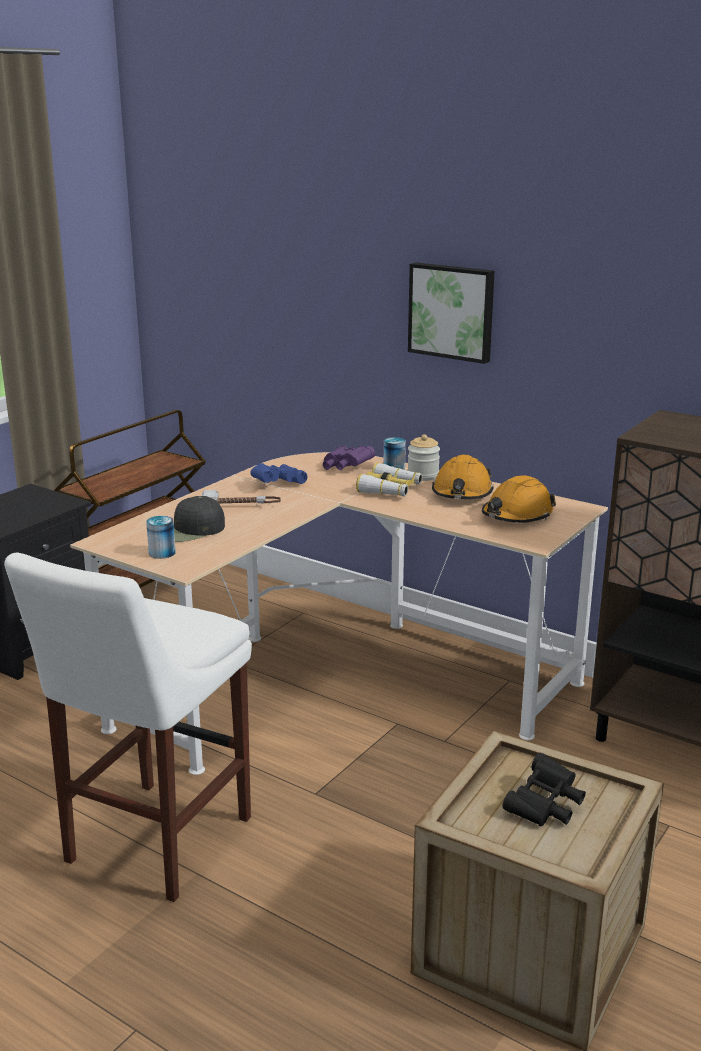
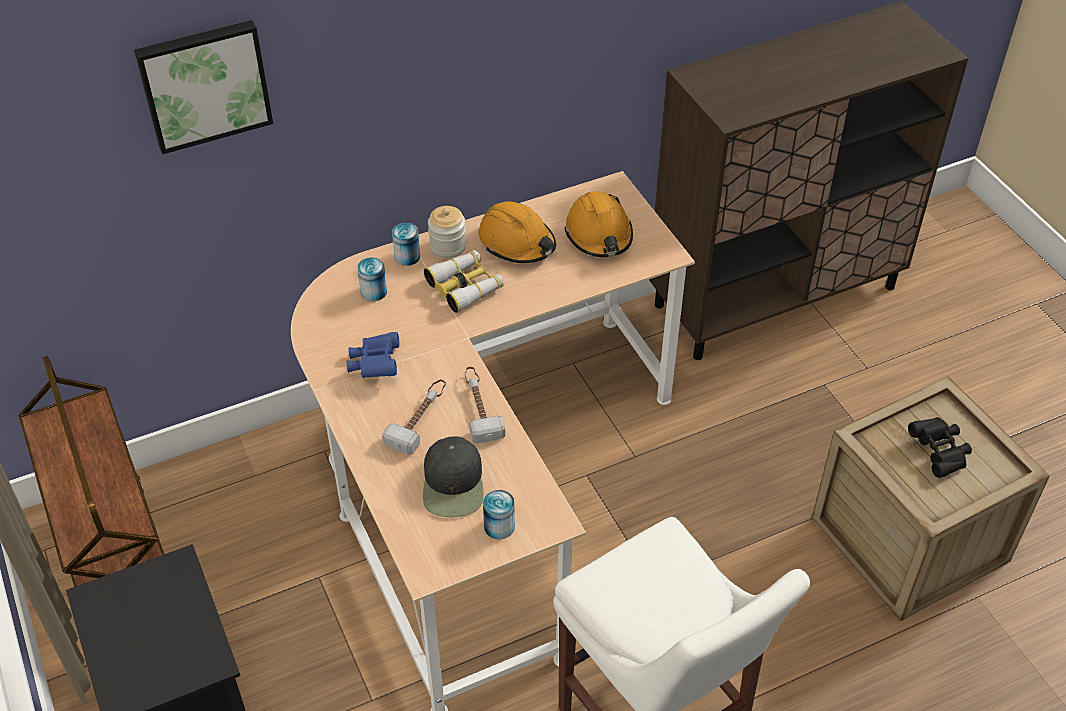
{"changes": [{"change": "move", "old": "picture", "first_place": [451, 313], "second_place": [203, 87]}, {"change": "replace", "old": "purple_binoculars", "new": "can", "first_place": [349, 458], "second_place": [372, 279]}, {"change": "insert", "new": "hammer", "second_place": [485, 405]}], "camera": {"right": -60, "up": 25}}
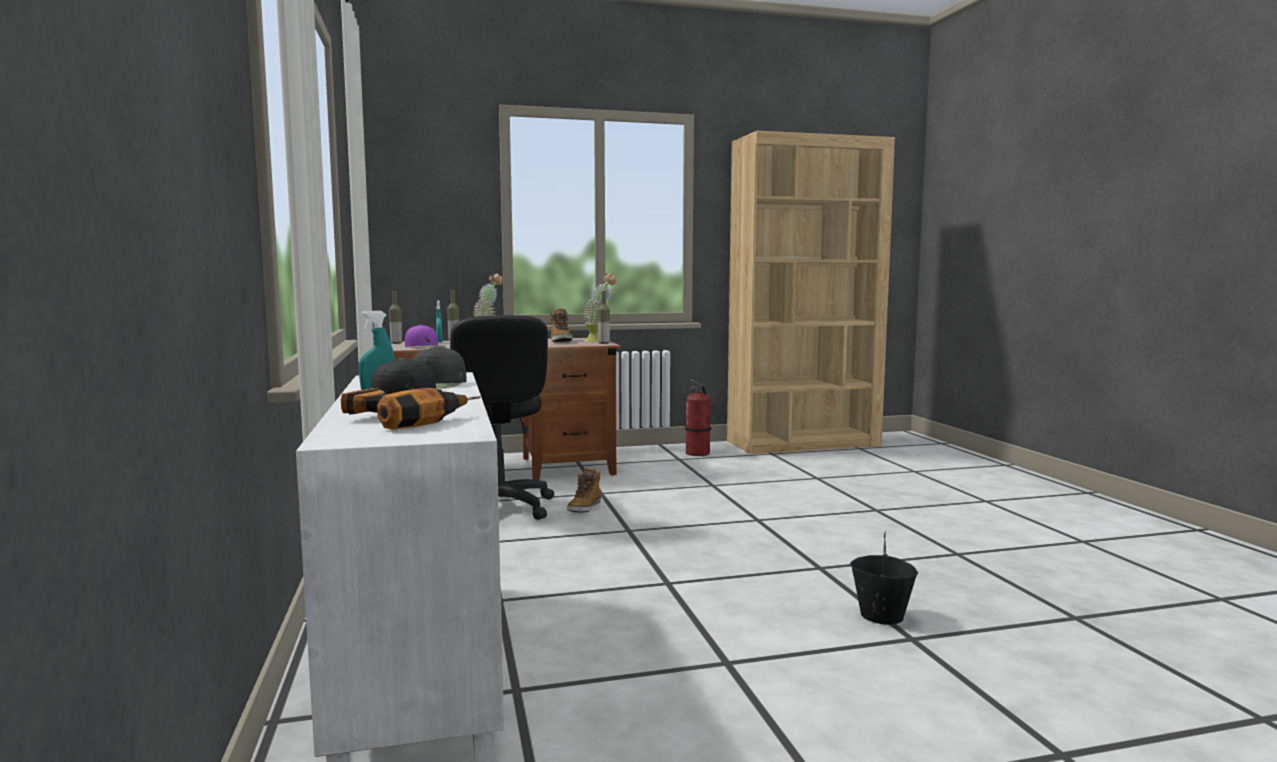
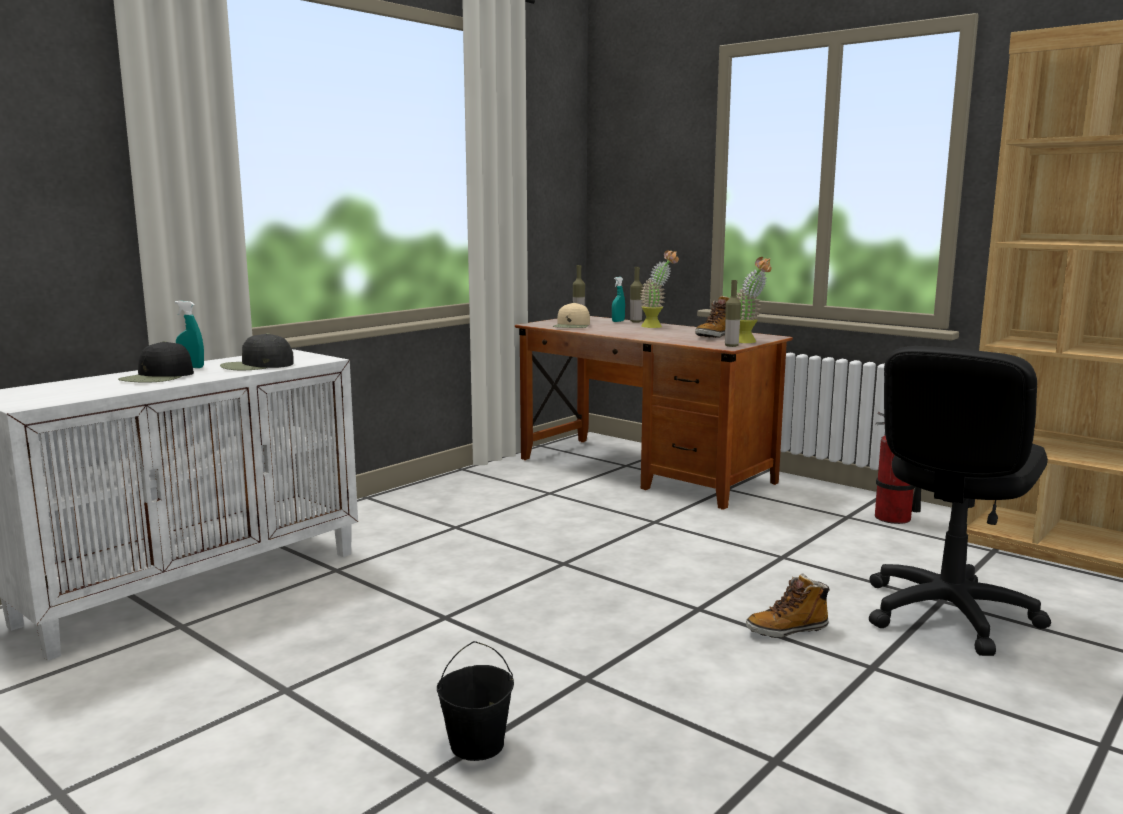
{"changes": [{"change": "move", "old": "black_office_chair", "first_place": [502, 417], "second_place": [960, 501]}, {"change": "recolor", "old": "purple_cap", "new": "beige_cap", "first_place": [425, 336], "second_place": [571, 315]}, {"change": "delete", "old": "power_drill", "first_place": [411, 408]}, {"change": "move", "old": "boot", "first_place": [584, 490], "second_place": [788, 605]}], "camera": {"right": 55, "up": 5}}
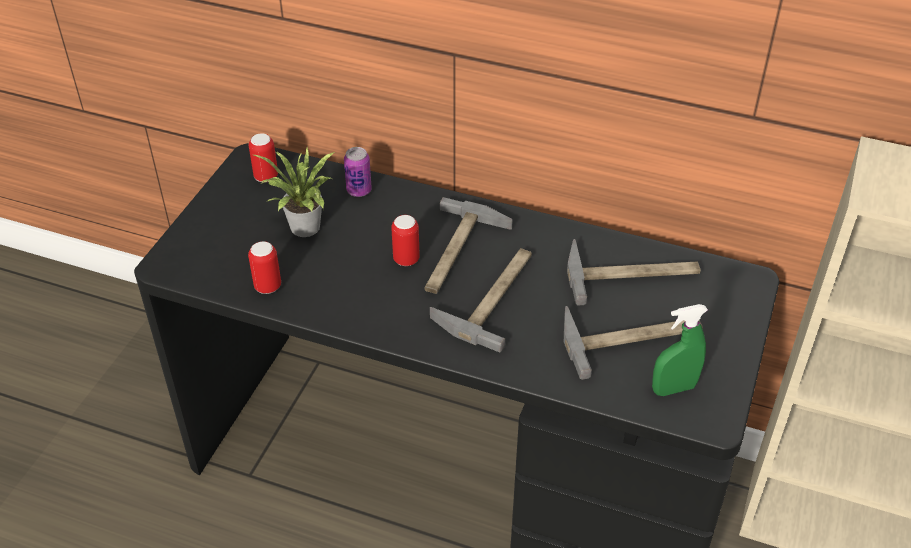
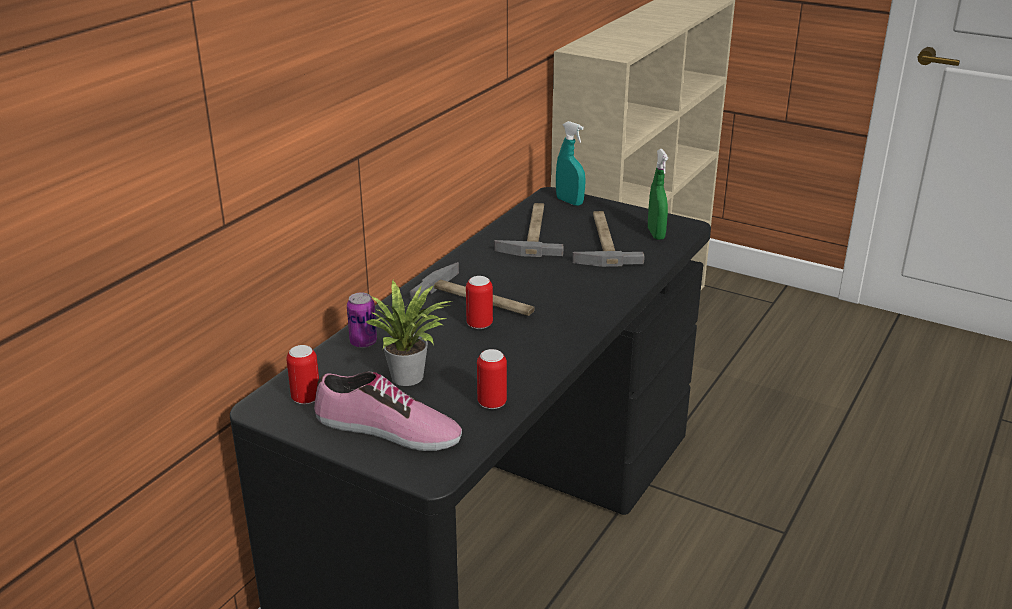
{"changes": [{"change": "delete", "old": "hammer", "first_place": [481, 300]}, {"change": "insert", "new": "turquoise_spray_bottle", "second_place": [570, 163]}, {"change": "insert", "new": "shoe", "second_place": [388, 411]}], "camera": {"right": -80, "up": -15}}
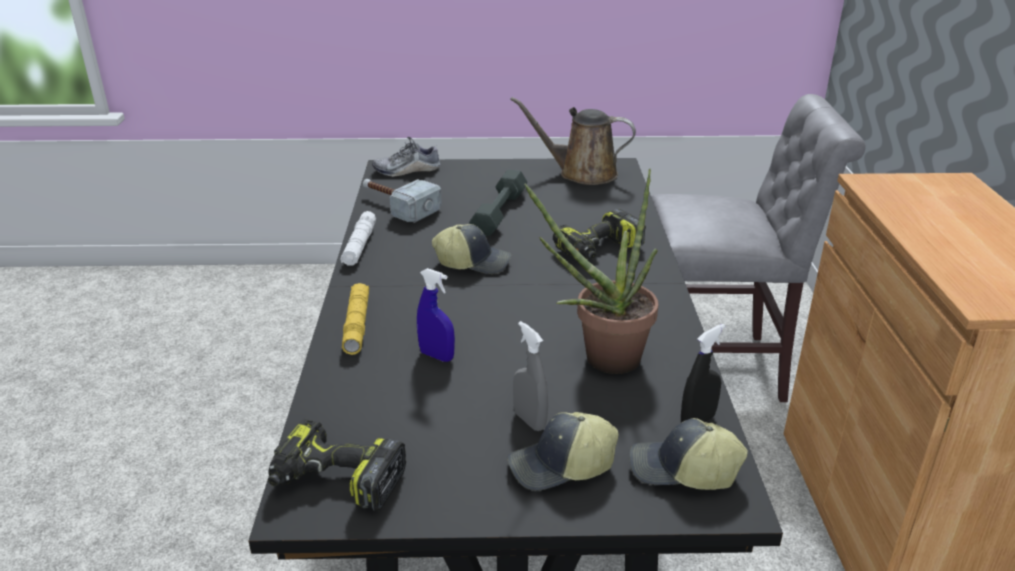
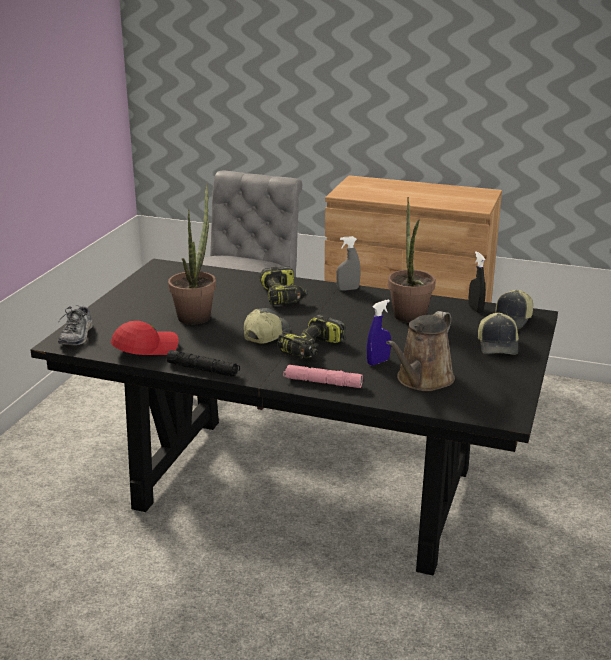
{"changes": [{"change": "move", "old": "brown_watering_can", "first_place": [573, 141], "second_place": [420, 351]}, {"change": "replace", "old": "grey_dumbbell", "new": "potted_plant", "first_place": [498, 203], "second_place": [192, 254]}, {"change": "replace", "old": "hammer", "new": "red_cap", "first_place": [402, 201], "second_place": [145, 338]}, {"change": "recolor", "old": "white_flashlight", "new": "black_flashlight", "first_place": [358, 238], "second_place": [203, 363]}, {"change": "recolor", "old": "yellow_flashlight", "new": "pink_flashlight", "first_place": [355, 319], "second_place": [323, 376]}, {"change": "move", "old": "grey_spray_bottle", "first_place": [530, 376], "second_place": [348, 263]}, {"change": "move", "old": "power_drill", "first_place": [337, 464], "second_place": [311, 336]}], "camera": {"right": -70, "up": -5}}
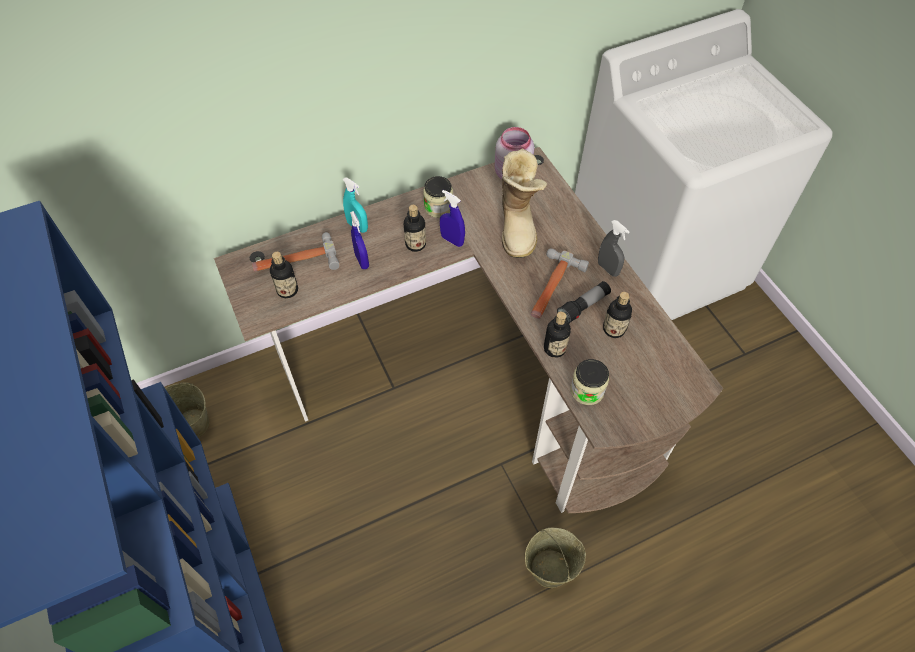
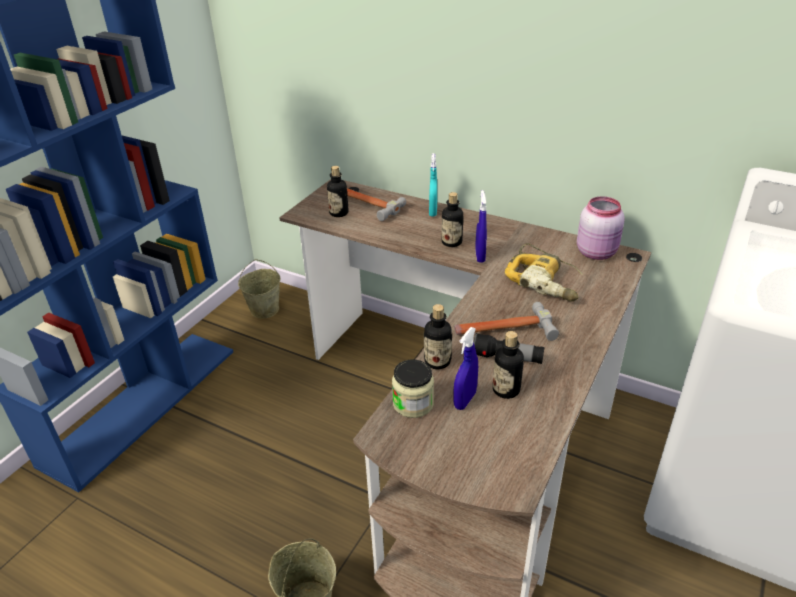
{"changes": [{"change": "replace", "old": "boot", "new": "power_drill", "first_place": [524, 203], "second_place": [544, 272]}, {"change": "delete", "old": "jar", "first_place": [438, 197]}, {"change": "move", "old": "blue_spray_bottle", "first_place": [359, 240], "second_place": [465, 368]}, {"change": "delete", "old": "grey_spray_bottle", "first_place": [613, 248]}], "camera": {"right": 55, "up": -20}}
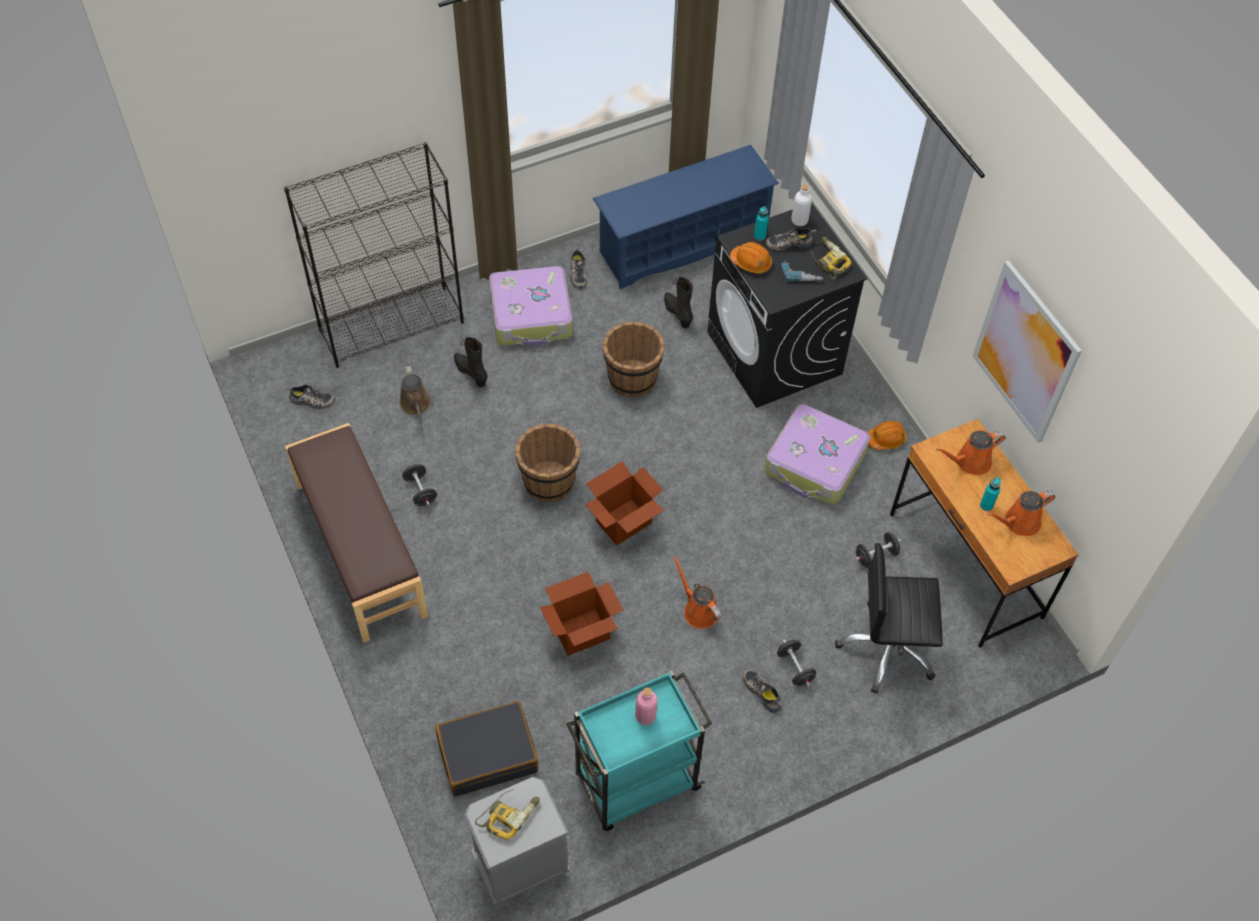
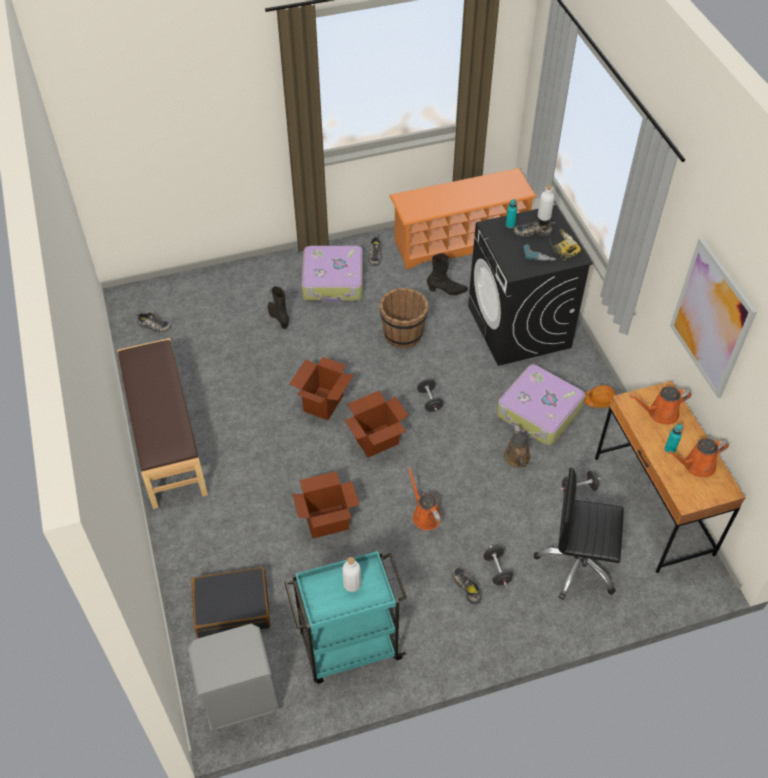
{"changes": [{"change": "delete", "old": "black_bookcase", "first_place": [374, 255]}, {"change": "recolor", "old": "blue_shoe_rack", "new": "orange_shoe_rack", "first_place": [686, 217], "second_place": [462, 218]}, {"change": "delete", "old": "orange_hard_hat", "first_place": [751, 258]}, {"change": "rotate", "old": "black_boot", "first_place": [678, 303], "second_place": [447, 274], "degrees": 105}, {"change": "move", "old": "brown_watering_can", "first_place": [415, 390], "second_place": [517, 447]}, {"change": "replace", "old": "brown_bucket", "new": "cardboard_box", "first_place": [548, 462], "second_place": [321, 388]}, {"change": "move", "old": "black_dumbbell", "first_place": [419, 485], "second_place": [430, 395]}, {"change": "recolor", "old": "pink_bottle", "new": "white_bottle", "first_place": [646, 706], "second_place": [351, 574]}, {"change": "delete", "old": "power_drill", "first_place": [507, 814]}], "camera": {"right": 10, "up": -5}}
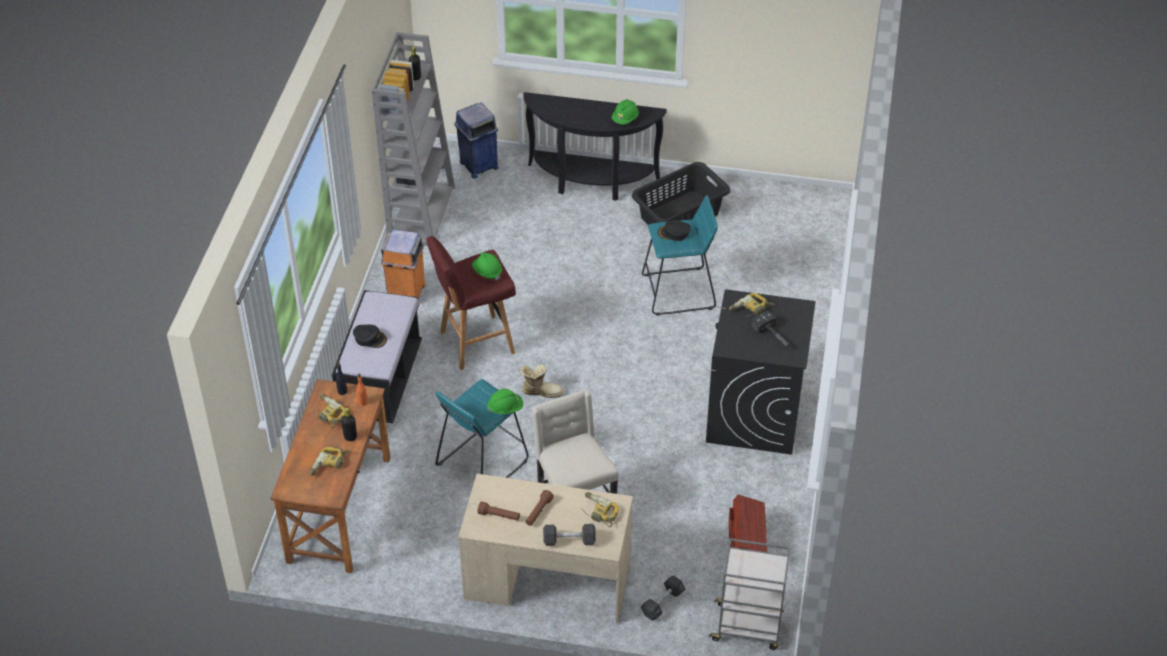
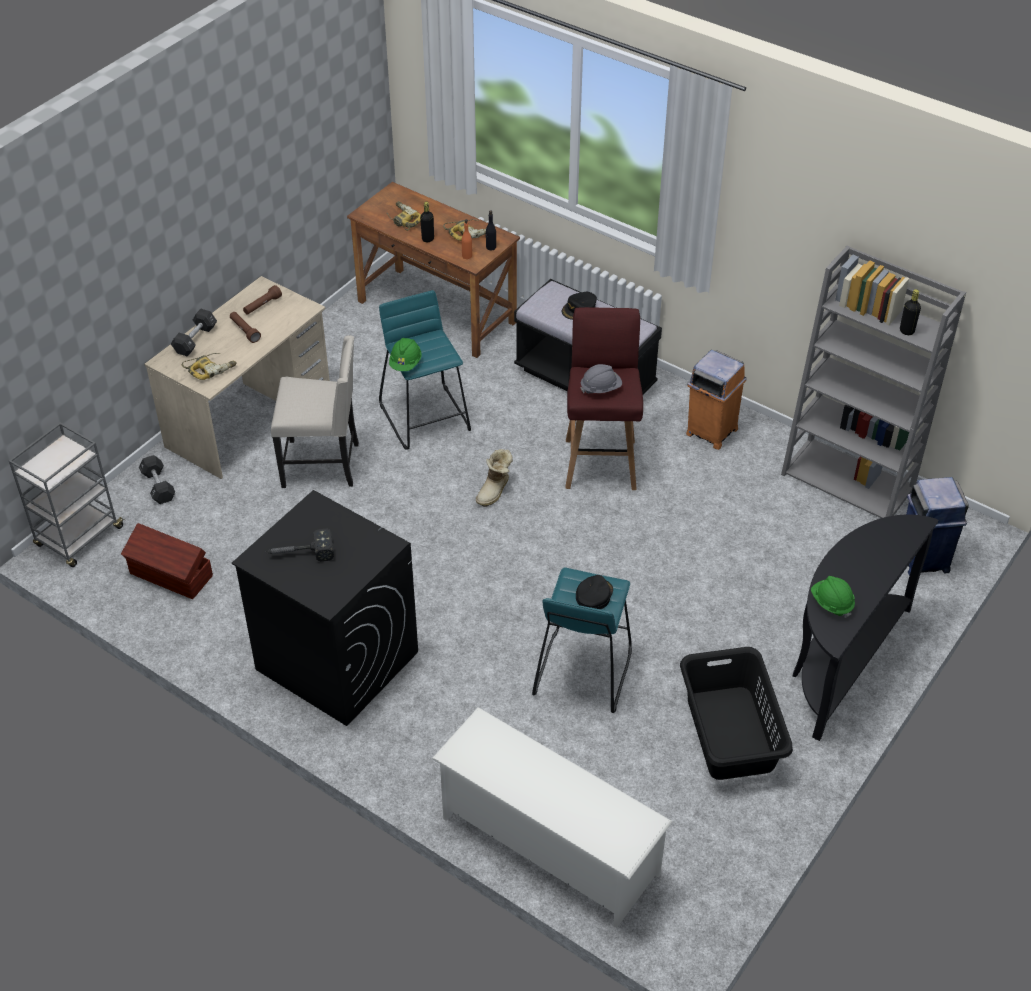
{"changes": [{"change": "recolor", "old": "green_hard_hat", "new": "grey_hard_hat", "first_place": [487, 266], "second_place": [601, 379]}, {"change": "delete", "old": "power_drill", "first_place": [752, 305]}, {"change": "insert", "new": "white_shoe_rack", "second_place": [552, 817]}], "camera": {"right": 115, "up": 0}}
